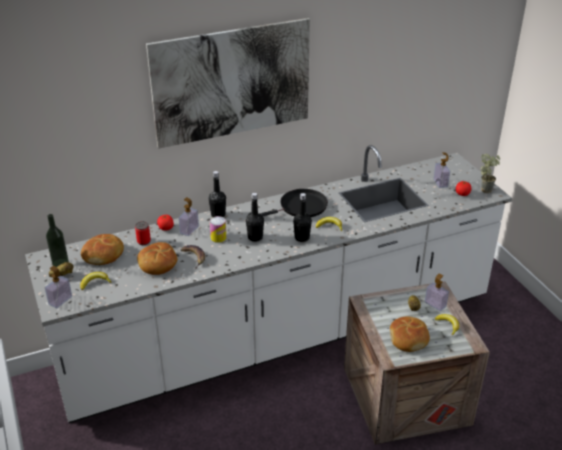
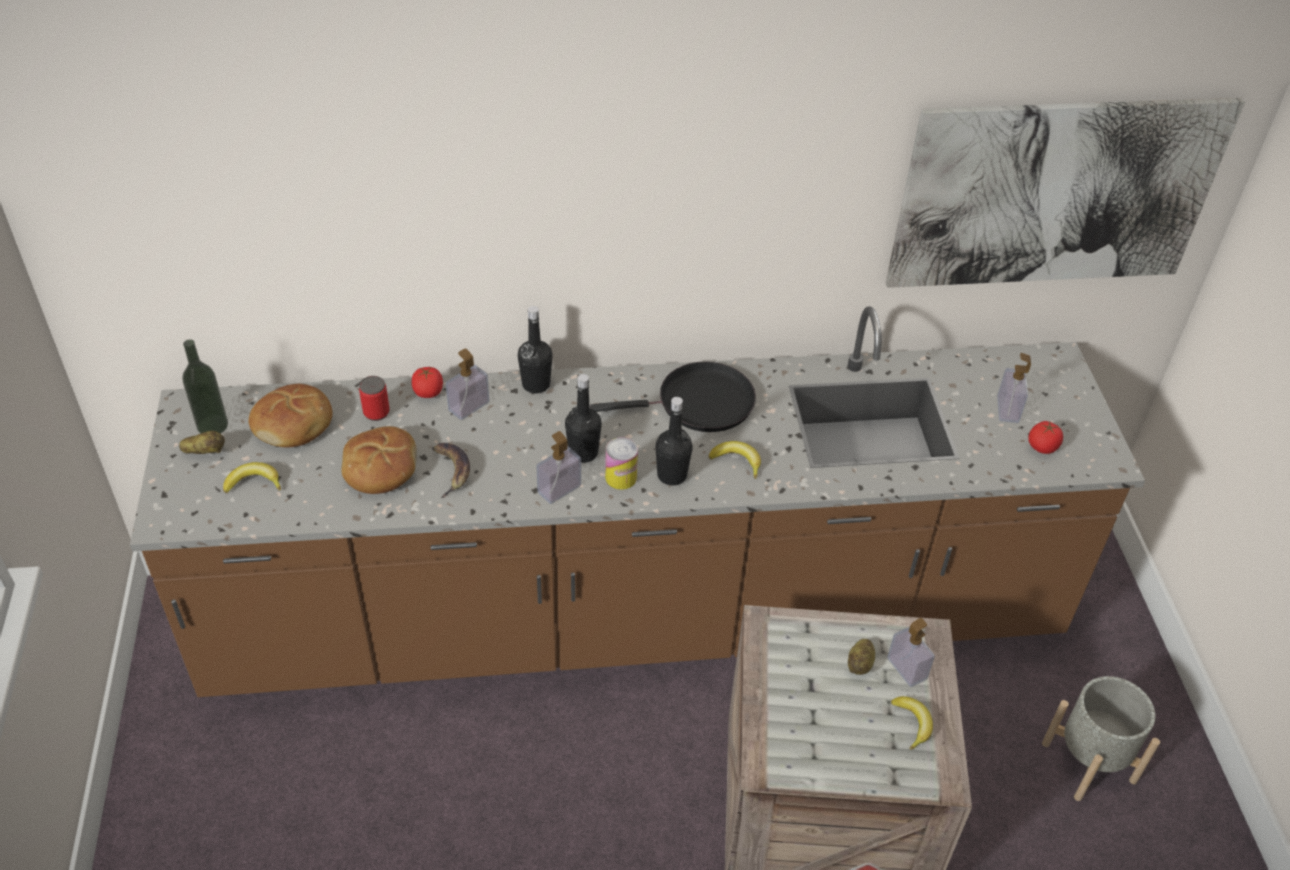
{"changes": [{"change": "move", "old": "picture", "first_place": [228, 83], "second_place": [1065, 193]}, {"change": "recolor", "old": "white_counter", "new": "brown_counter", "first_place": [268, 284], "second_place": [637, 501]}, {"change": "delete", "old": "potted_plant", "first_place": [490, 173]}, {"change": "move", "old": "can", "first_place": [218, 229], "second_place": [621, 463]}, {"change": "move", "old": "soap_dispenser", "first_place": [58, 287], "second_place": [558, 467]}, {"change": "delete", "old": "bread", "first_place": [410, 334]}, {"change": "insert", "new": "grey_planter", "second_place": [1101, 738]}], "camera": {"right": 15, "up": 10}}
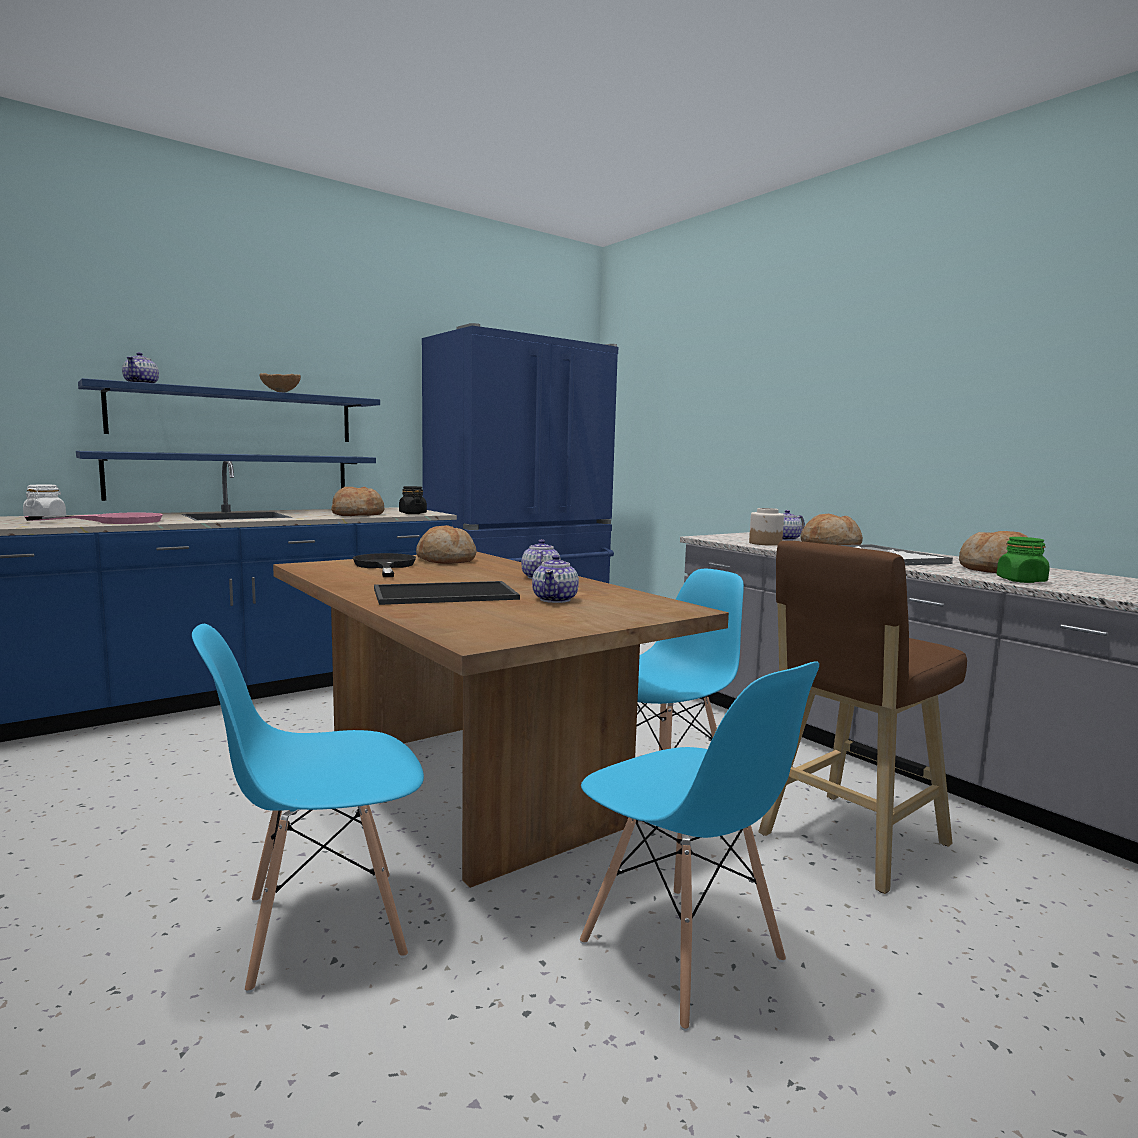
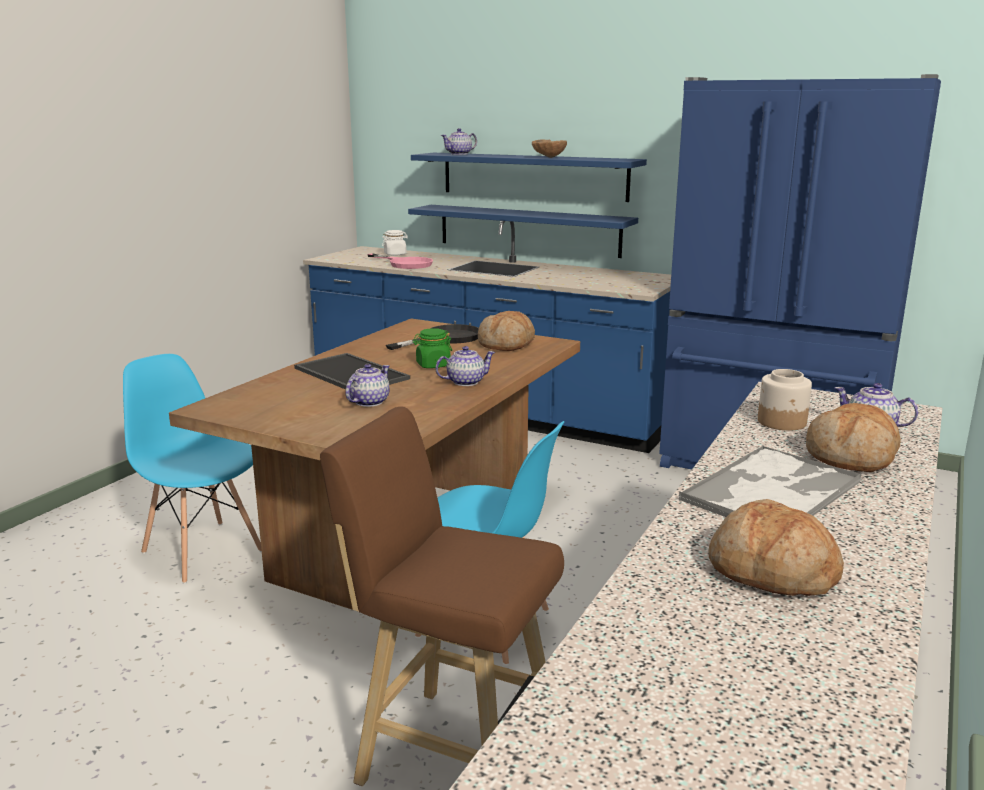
{"changes": [{"change": "delete", "old": "black_jar", "first_place": [413, 500]}, {"change": "delete", "old": "bread", "first_place": [357, 501]}, {"change": "move", "old": "green_jar", "first_place": [1023, 560], "second_place": [432, 348]}, {"change": "rotate", "old": "teapot", "first_place": [555, 579], "second_place": [367, 385], "degrees": 135}, {"change": "delete", "old": "blue_chair", "first_place": [699, 846]}], "camera": {"right": 65, "up": 10}}
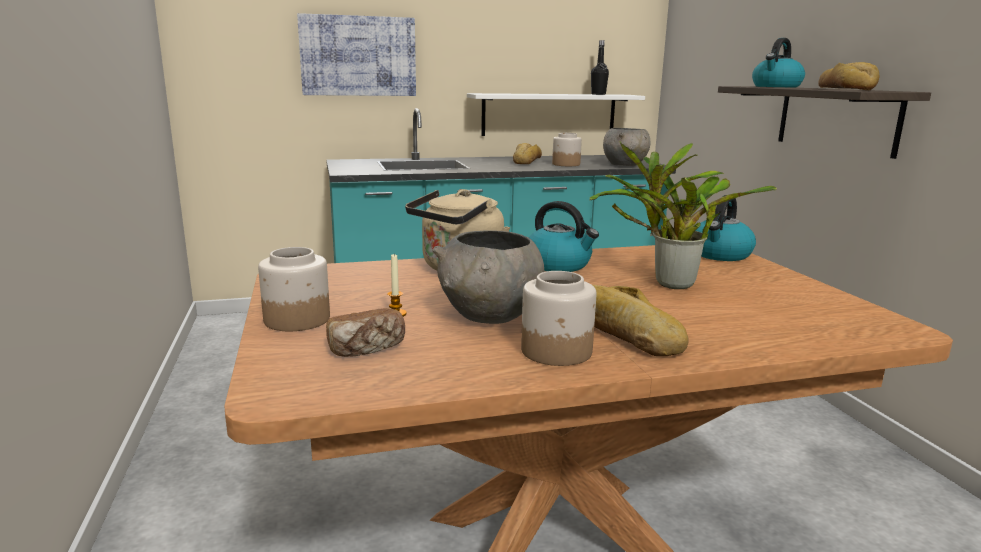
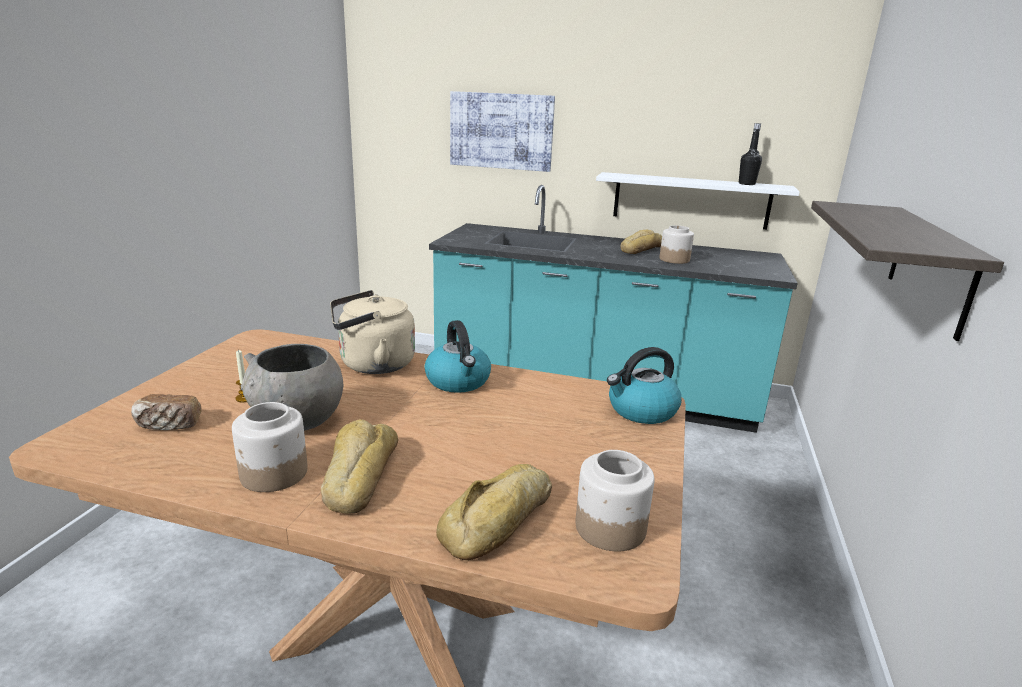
{"changes": [{"change": "delete", "old": "kettle", "first_place": [778, 62]}, {"change": "move", "old": "bread", "first_place": [848, 76], "second_place": [494, 512]}, {"change": "delete", "old": "grey_bowl", "first_place": [626, 147]}, {"change": "delete", "old": "potted_plant", "first_place": [683, 215]}, {"change": "move", "old": "jar", "first_place": [294, 289], "second_place": [615, 500]}], "camera": {"right": 30, "up": 5}}
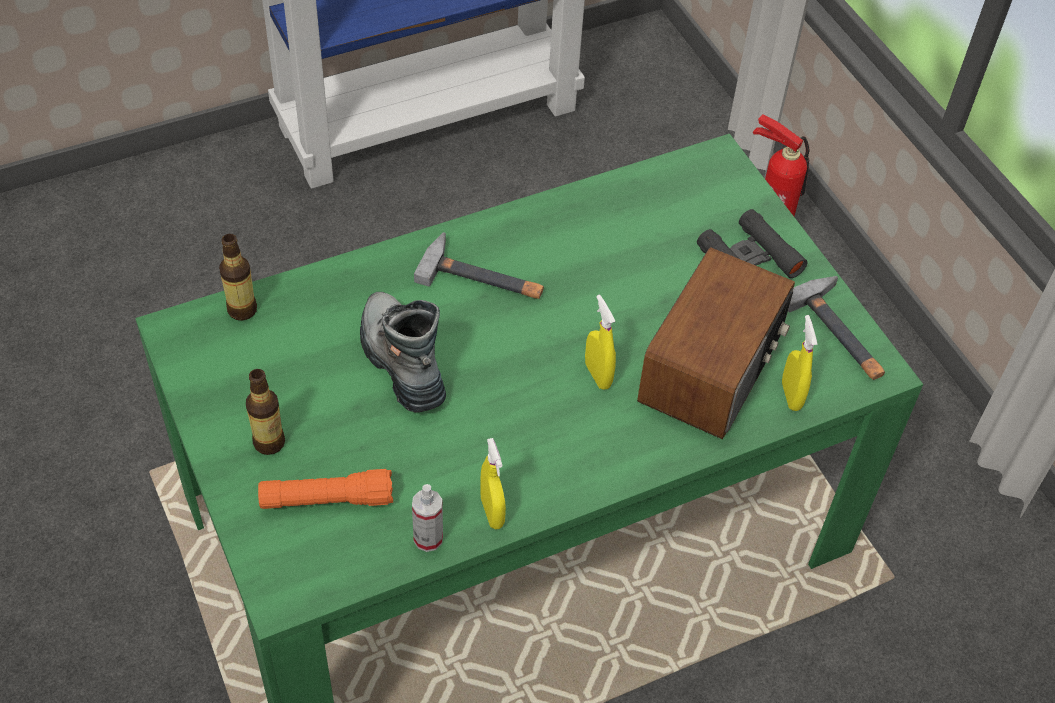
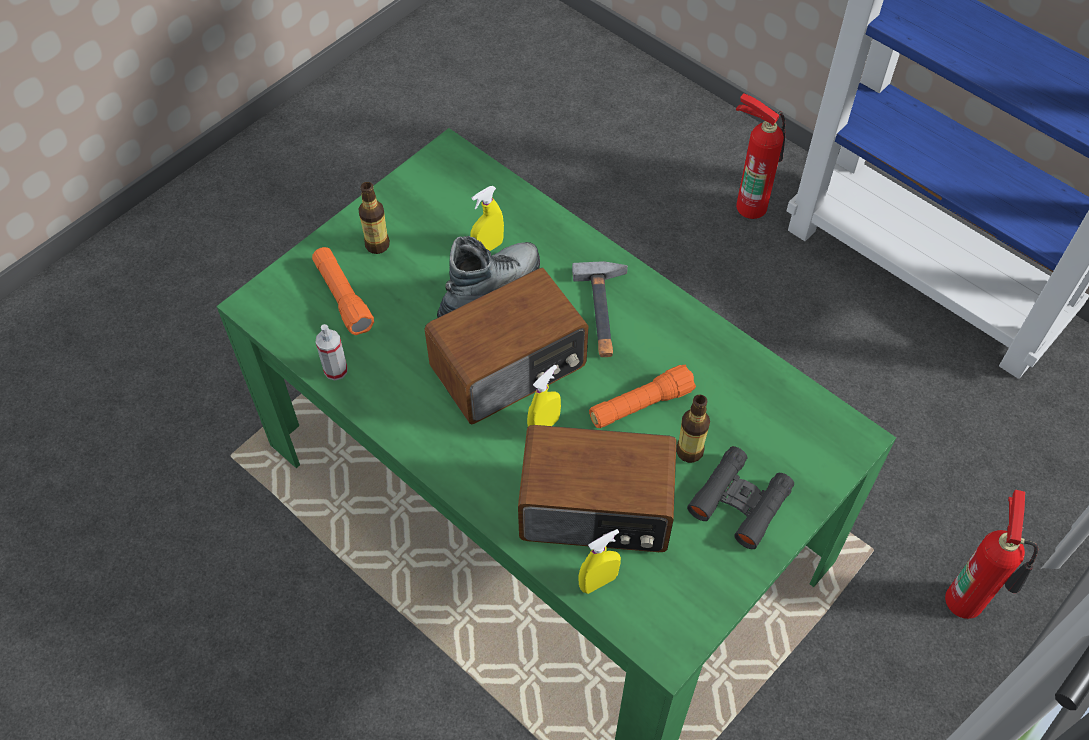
{"changes": [{"change": "move", "old": "bottle", "first_place": [238, 277], "second_place": [693, 428]}, {"change": "delete", "old": "hammer", "first_place": [836, 328]}, {"change": "move", "old": "yellow_spray_bottle", "first_place": [493, 484], "second_place": [487, 218]}, {"change": "insert", "new": "fire_extinguisher", "second_place": [761, 156]}, {"change": "insert", "new": "radio", "second_place": [506, 346]}, {"change": "insert", "new": "orange_flashlight", "second_place": [642, 396]}], "camera": {"right": 70, "up": 5}}
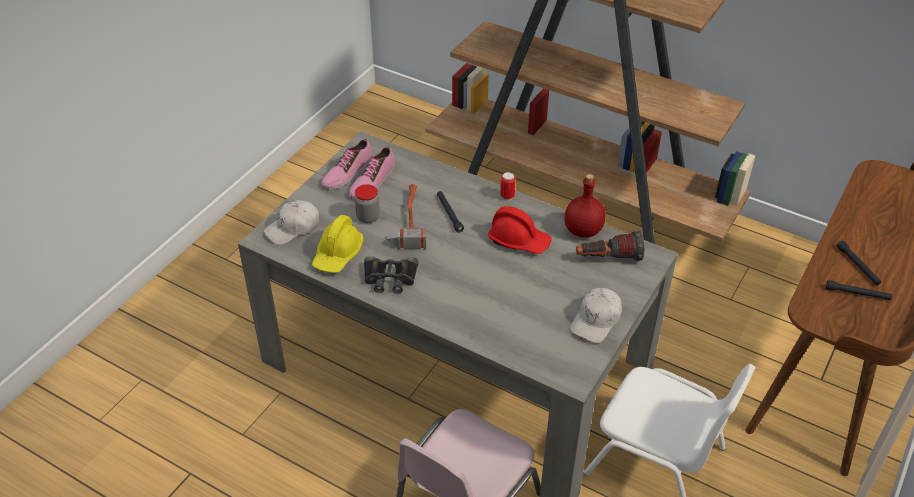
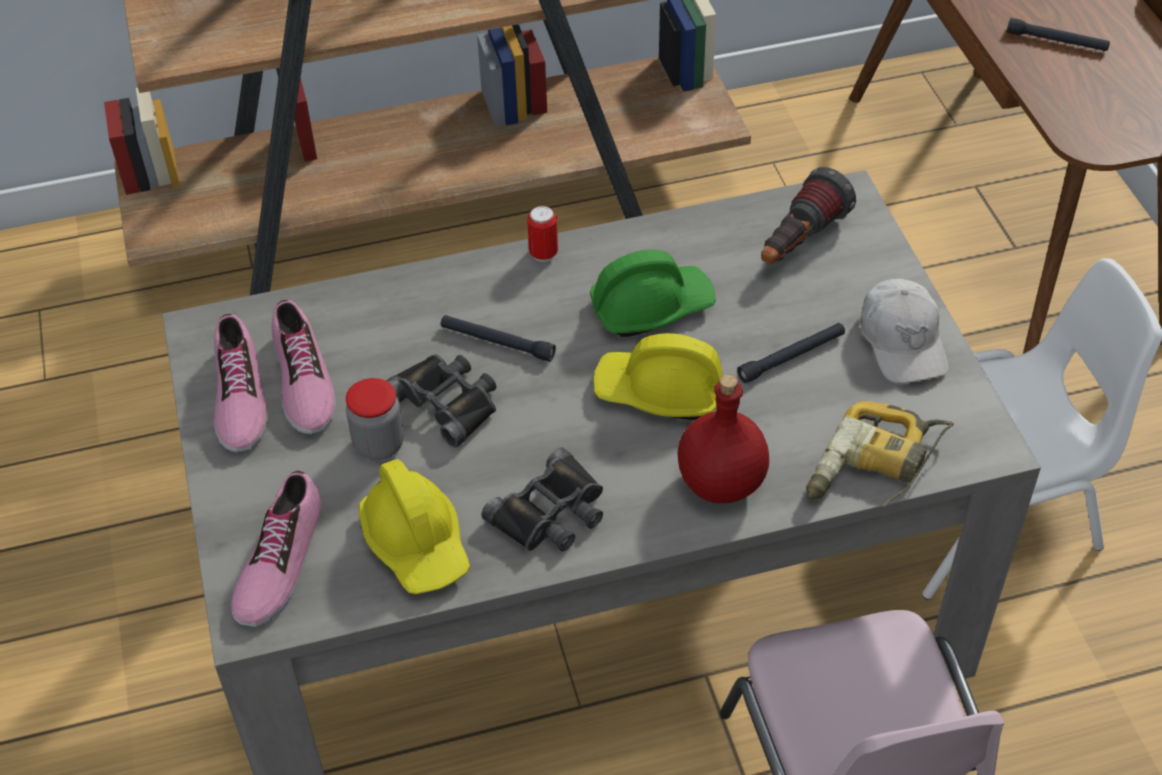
{"changes": [{"change": "move", "old": "red_bottle", "first_place": [585, 206], "second_place": [723, 438]}, {"change": "replace", "old": "hammer", "new": "black_binoculars", "first_place": [406, 217], "second_place": [441, 401]}, {"change": "replace", "old": "white_cap", "new": "shoe", "first_place": [291, 222], "second_place": [276, 549]}, {"change": "recolor", "old": "red_hard_hat", "new": "green_hard_hat", "first_place": [520, 230], "second_place": [653, 293]}, {"change": "move", "old": "black_flashlight", "first_place": [859, 290], "second_place": [791, 353]}, {"change": "insert", "new": "yellow_hard_hat", "second_place": [657, 376]}, {"change": "insert", "new": "power_drill", "second_place": [880, 454]}], "camera": {"right": -45, "up": 5}}
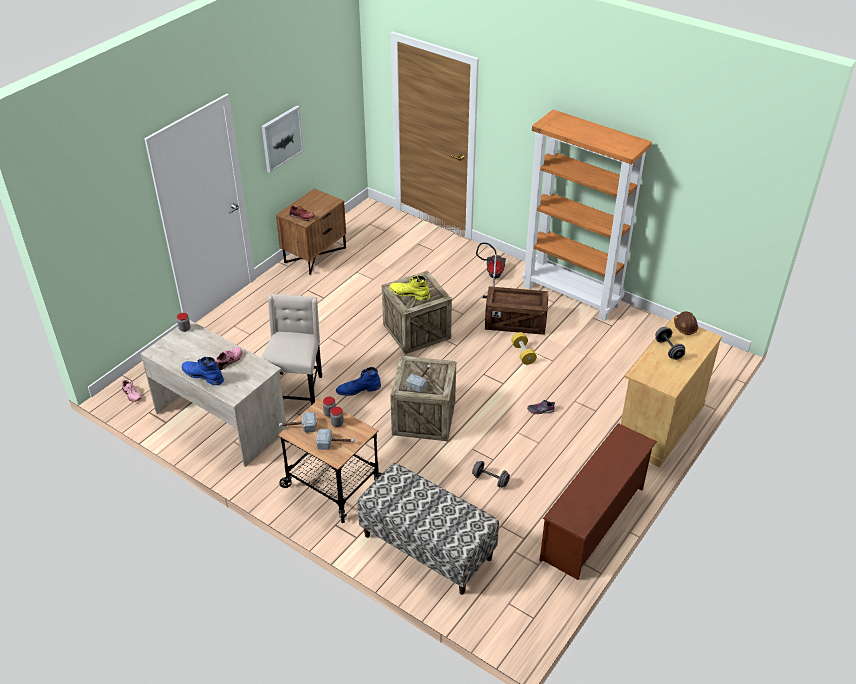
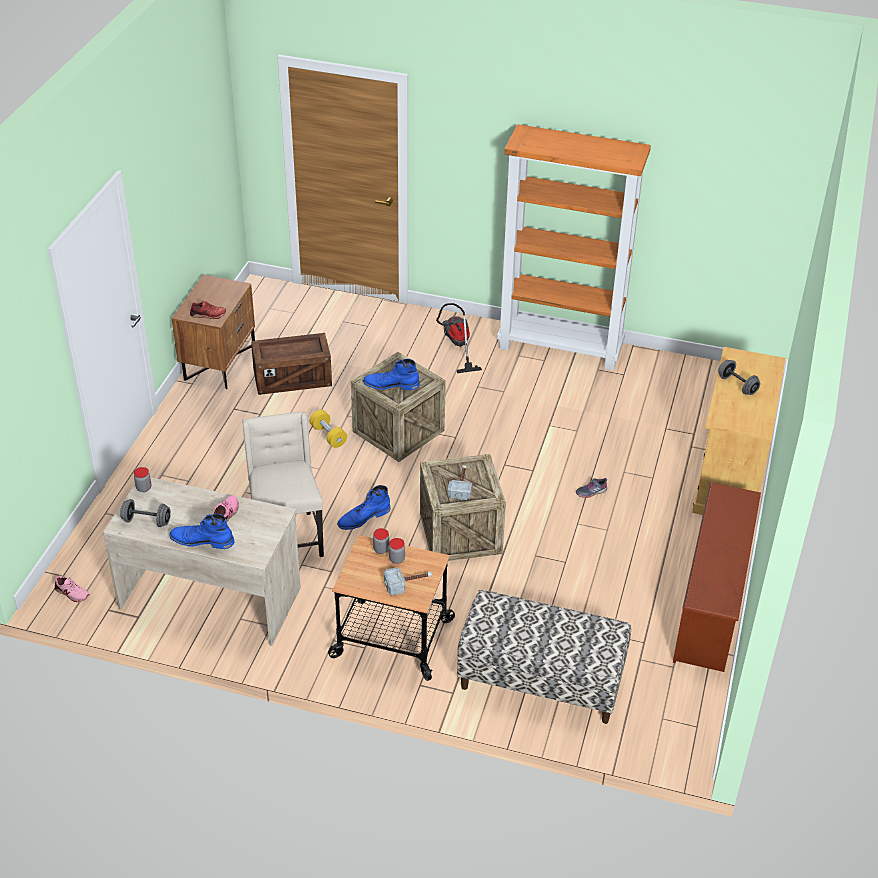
{"changes": [{"change": "delete", "old": "picture", "first_place": [283, 139]}, {"change": "recolor", "old": "yellow_boot", "new": "blue_boot", "first_place": [409, 288], "second_place": [391, 374]}, {"change": "move", "old": "crate", "first_place": [516, 310], "second_place": [291, 364]}, {"change": "delete", "old": "brown_hard_hat", "first_place": [686, 323]}, {"change": "move", "old": "yellow_dumbbell", "first_place": [524, 348], "second_place": [328, 429]}, {"change": "delete", "old": "hammer", "first_place": [298, 422]}, {"change": "move", "old": "grey_dumbbell", "first_place": [491, 474], "second_place": [145, 513]}], "camera": {"right": -20, "up": 0}}
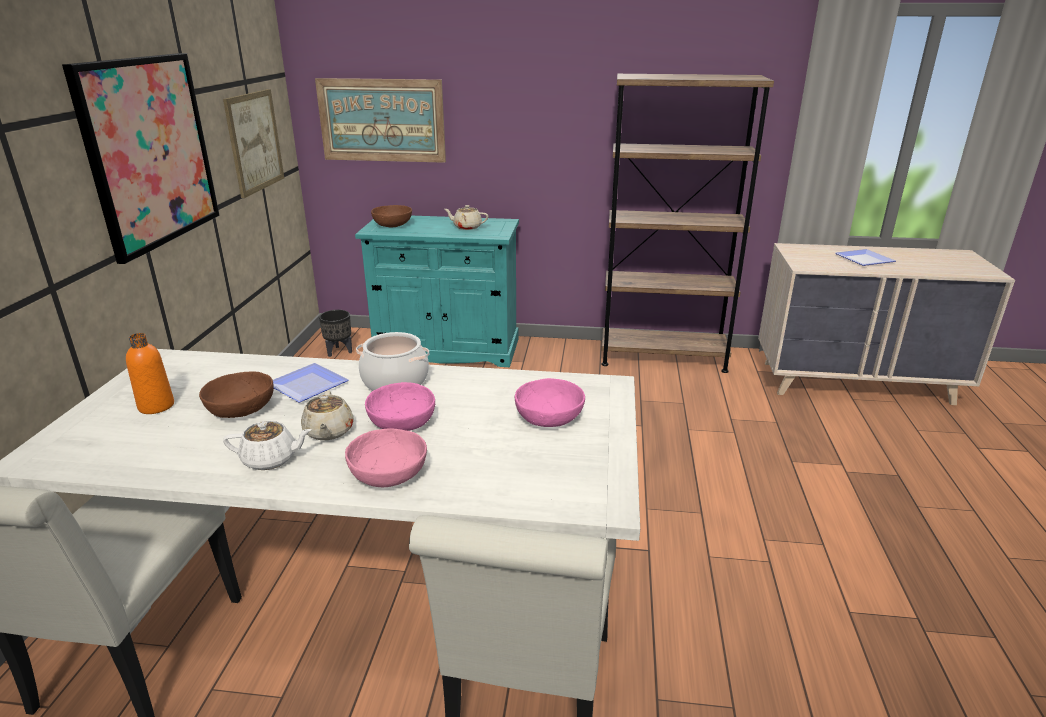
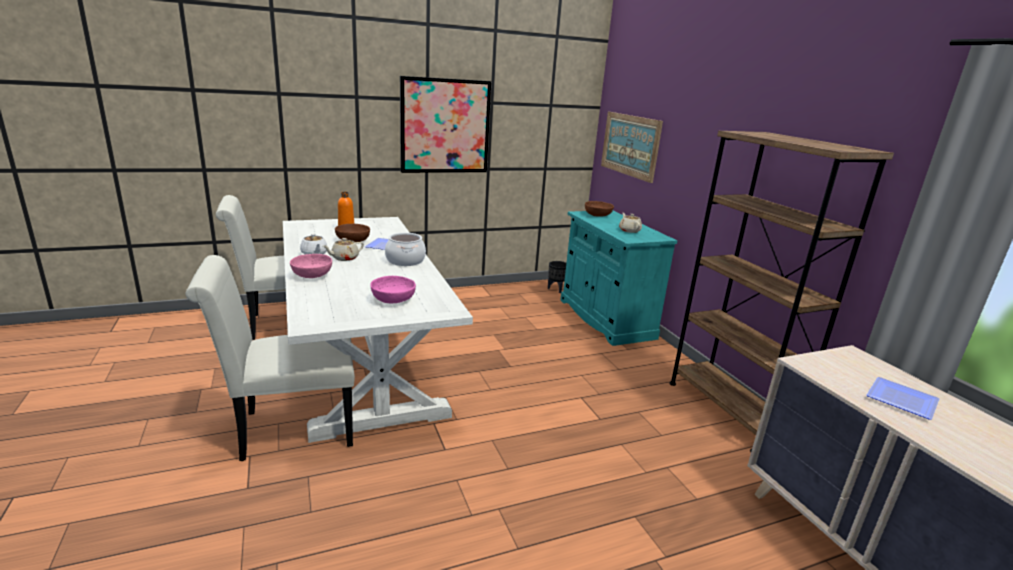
{"changes": [{"change": "delete", "old": "picture", "first_place": [253, 143]}, {"change": "delete", "old": "pink_bowl", "first_place": [400, 406]}], "camera": {"right": 60, "up": -5}}
